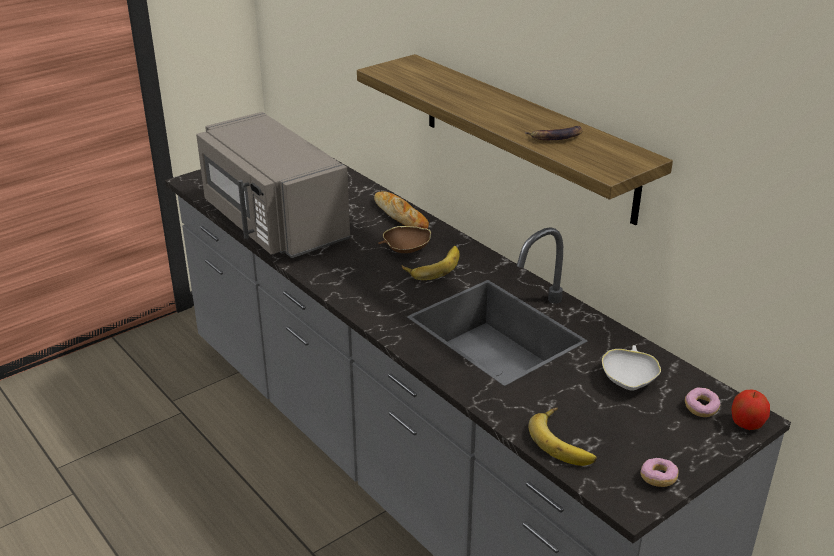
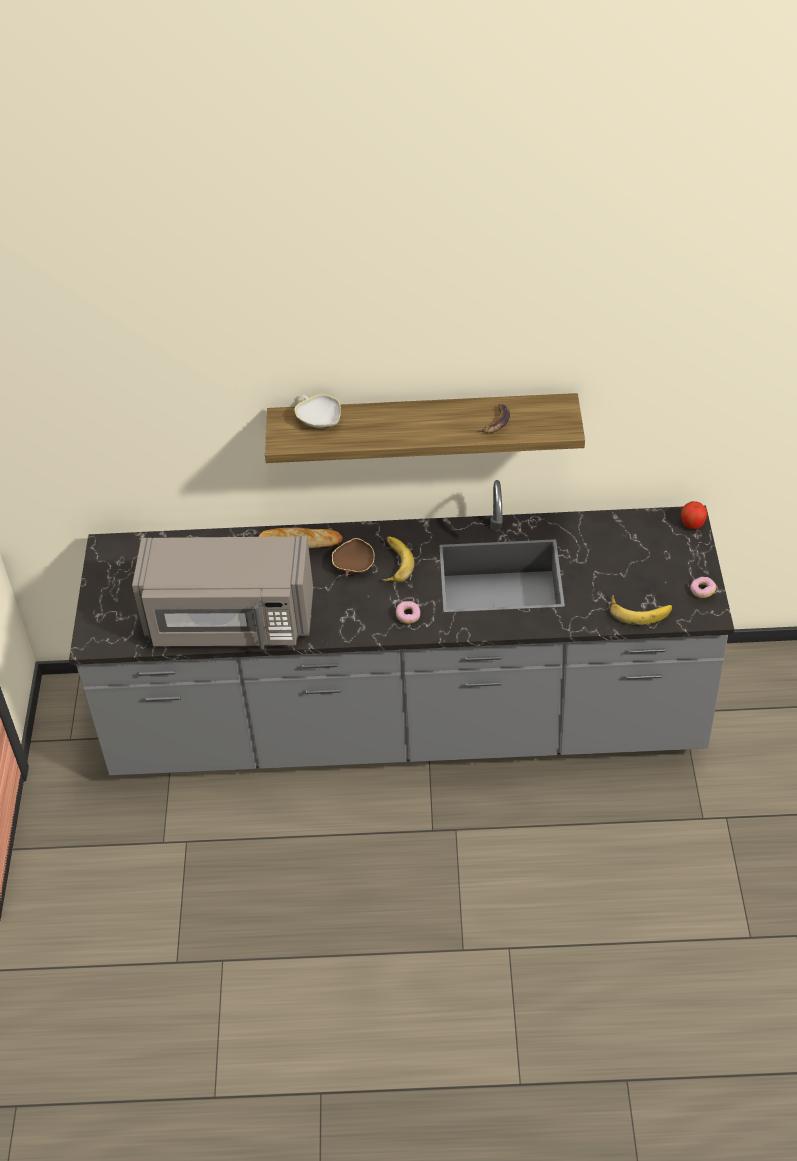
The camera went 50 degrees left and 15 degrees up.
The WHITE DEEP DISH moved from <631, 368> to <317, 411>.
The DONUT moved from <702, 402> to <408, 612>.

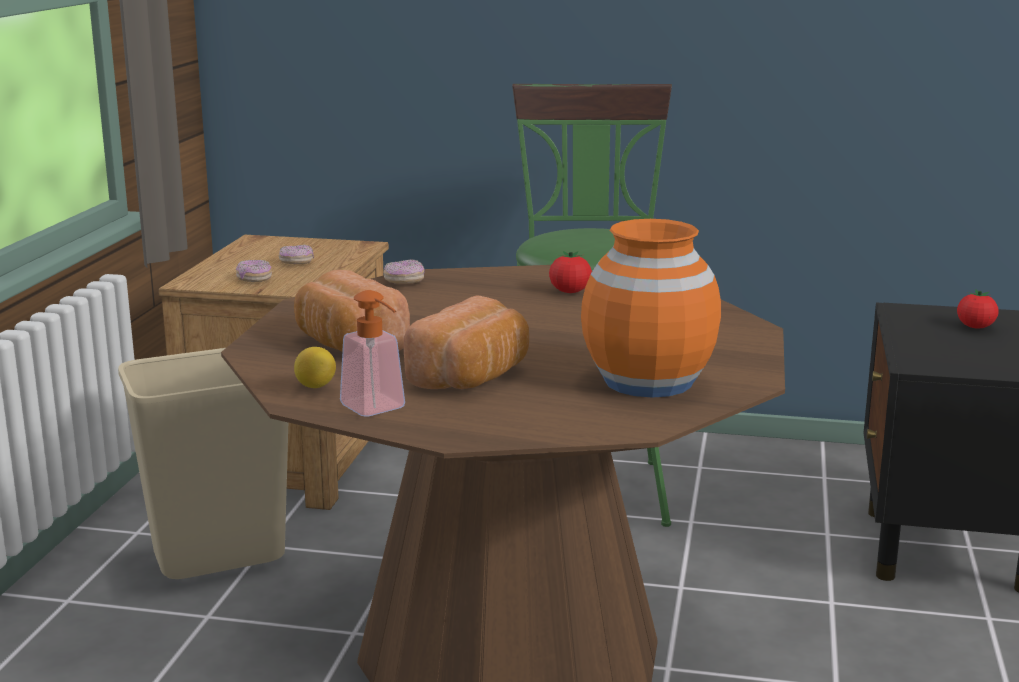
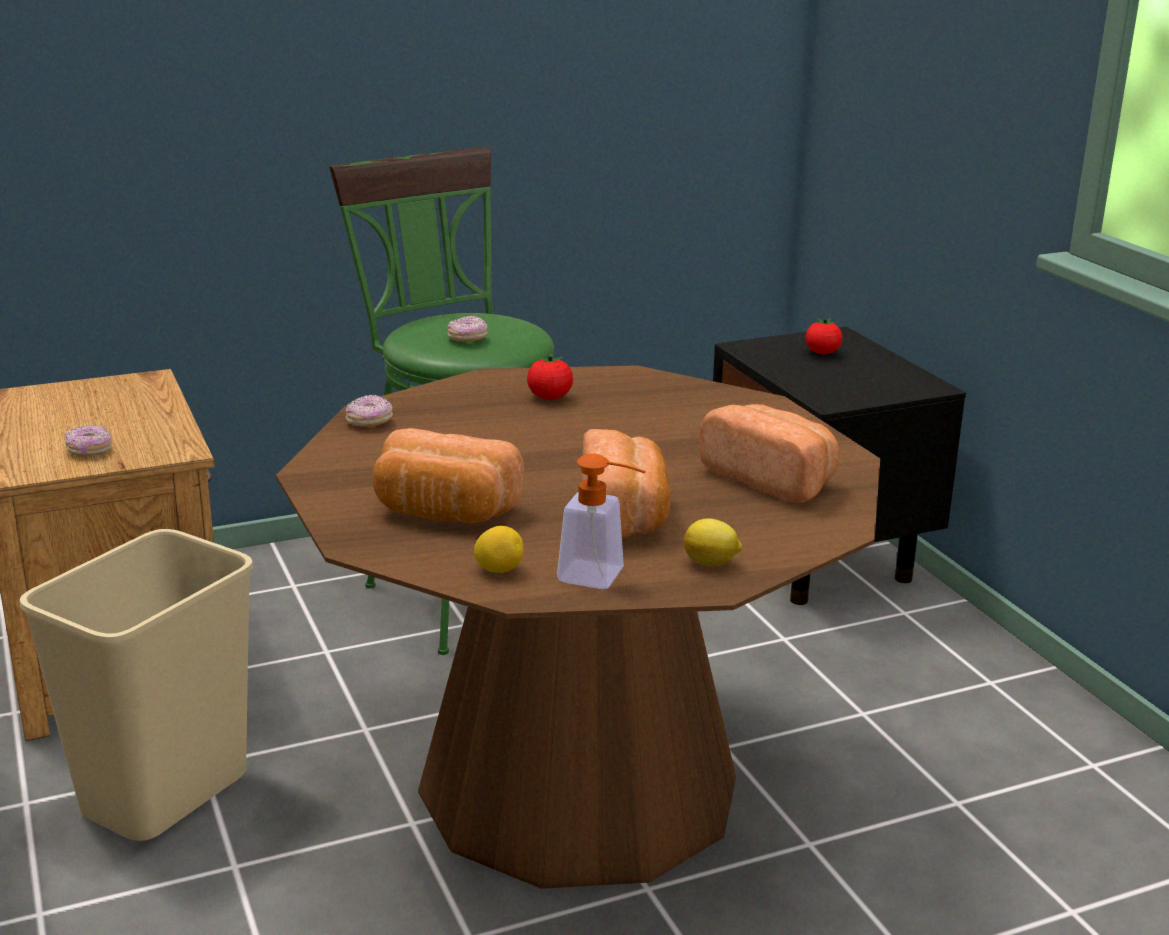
The camera went 35 degrees left and 5 degrees up.
The DONUT moved from <296, 254> to <468, 329>.
The ORANGE-COLOURED FLOWER VASE at <651, 308> was replaced by the BAKED BREAD at <769, 453>.
The LEMON at <713, 542> appeared.

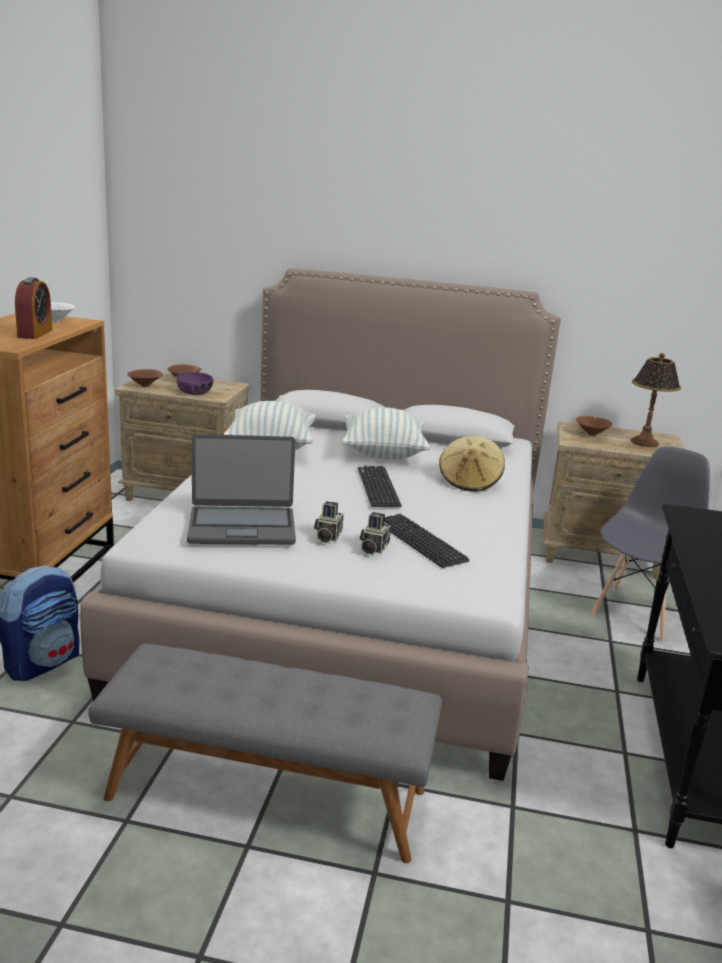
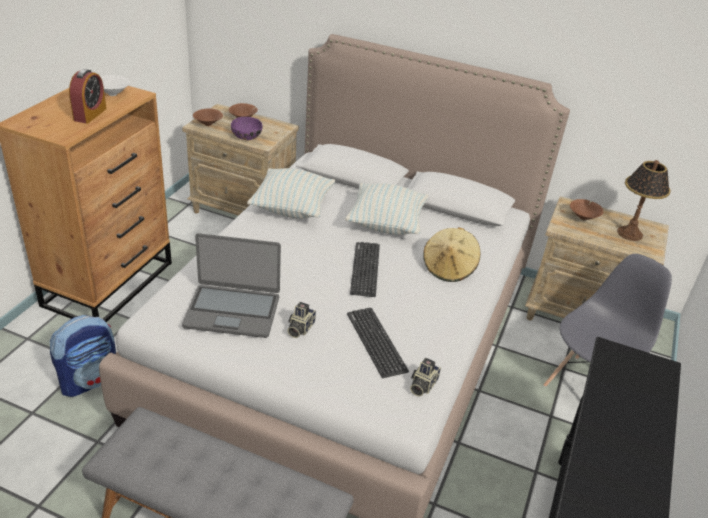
The camera went 10 degrees right and 15 degrees up.
The STILL CAMERA moved from <375, 533> to <425, 377>.

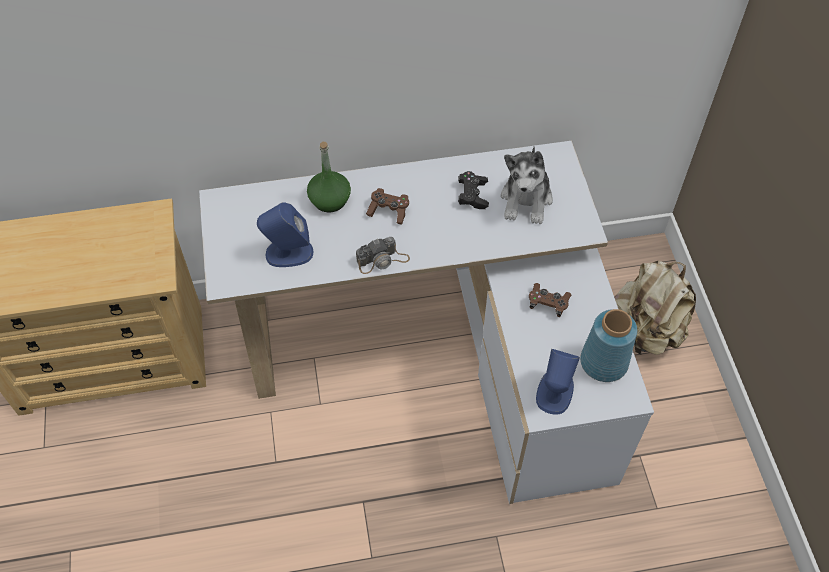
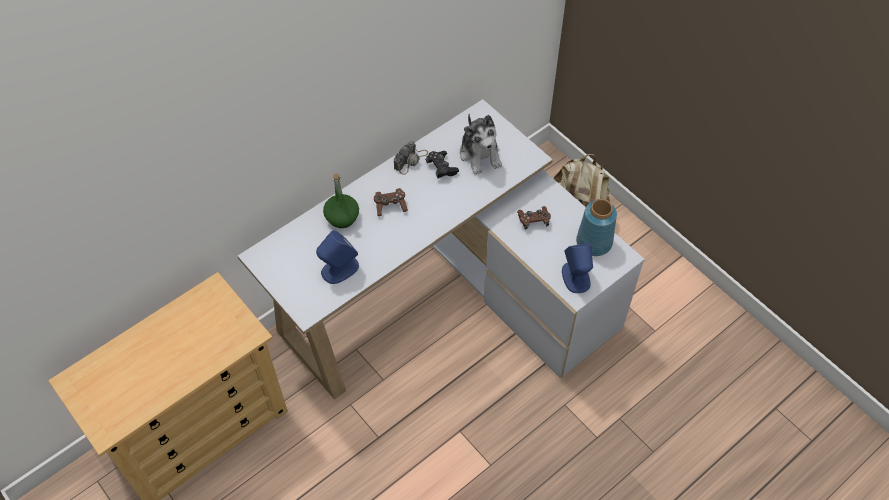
The camera went 30 degrees left and 0 degrees up.
The STILL CAMERA moved from <383, 255> to <411, 158>.

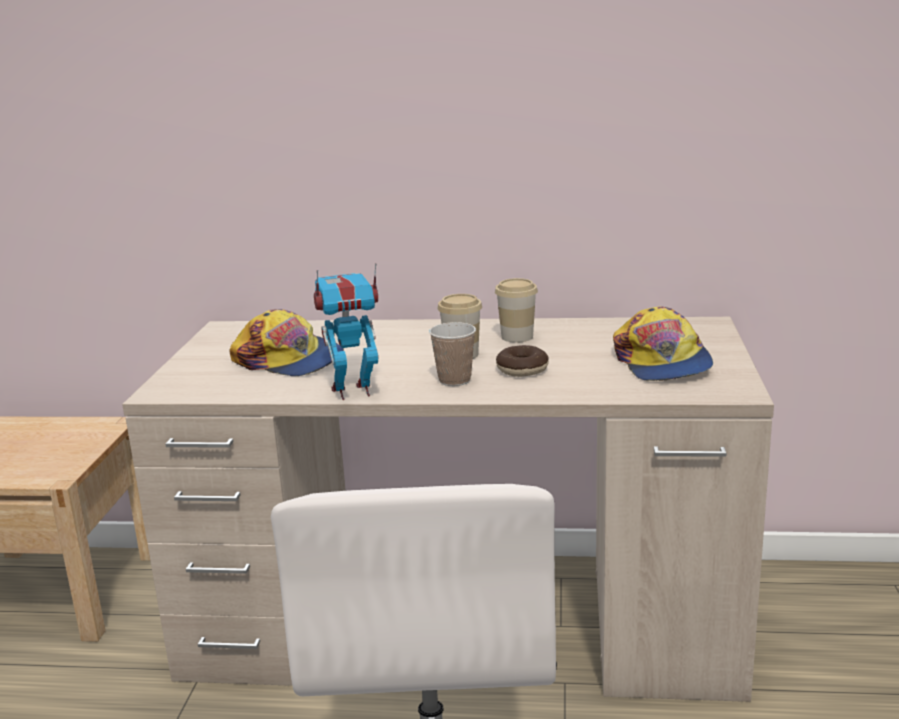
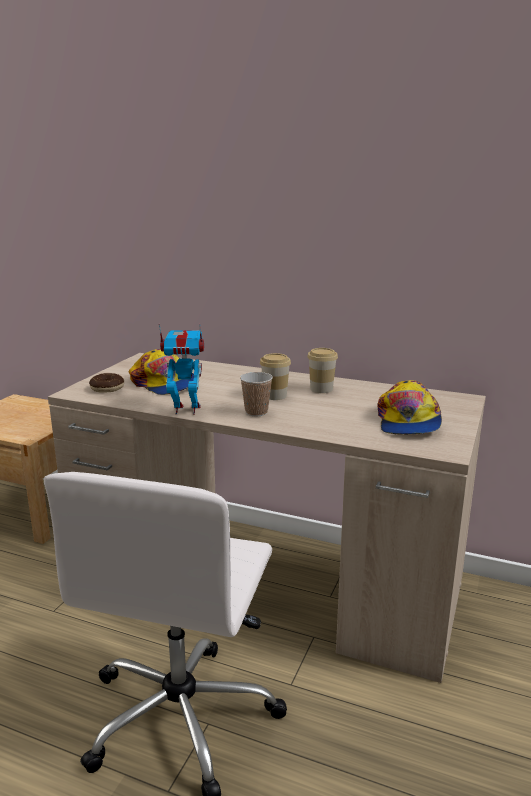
The camera went 15 degrees right and 0 degrees up.
The DONUT moved from <522, 361> to <106, 383>.

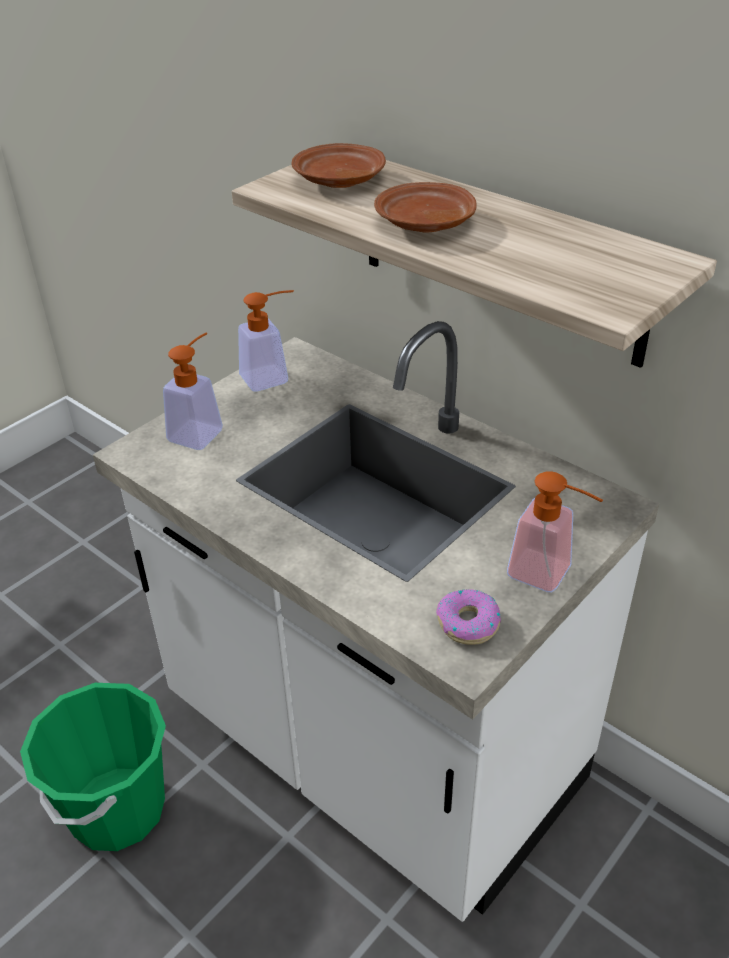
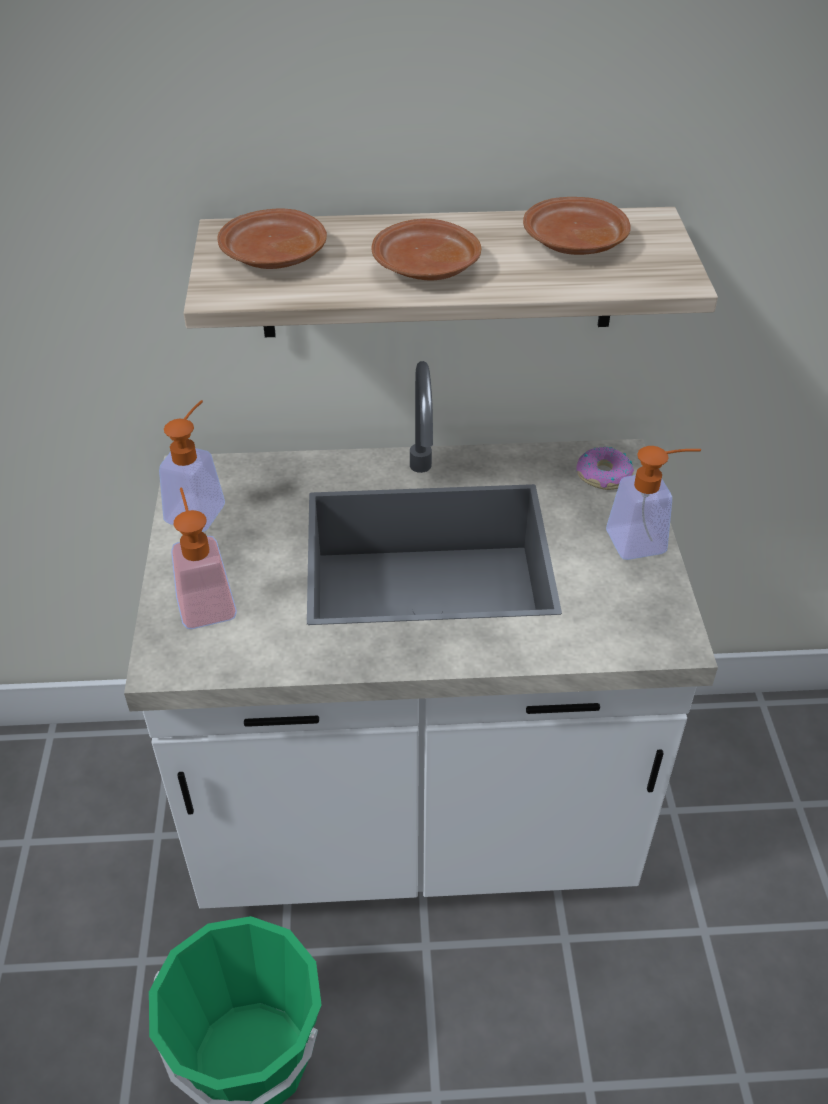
The camera went 45 degrees left and 5 degrees up.
The DONUT moved from <468, 617> to <605, 468>.
The BROWNISH DINNER PLATE at <577, 226> appeared.

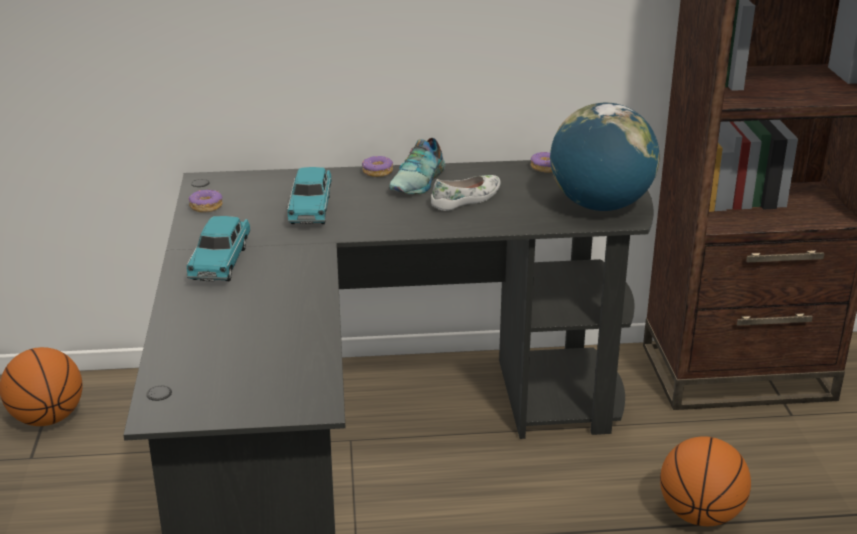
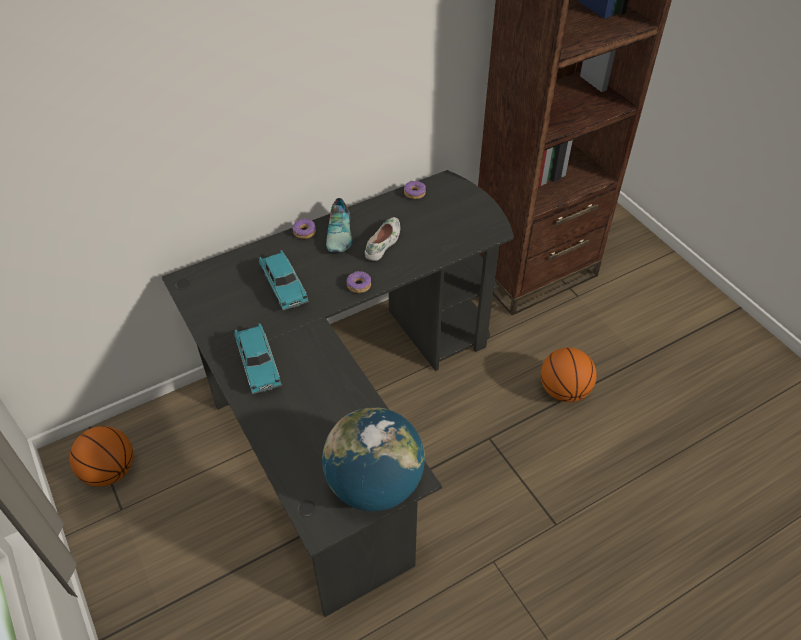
The camera went 25 degrees left and 20 degrees up.
The DONUT moved from <205, 200> to <359, 282>.
The DESK GLOBE moved from <605, 157> to <373, 459>.

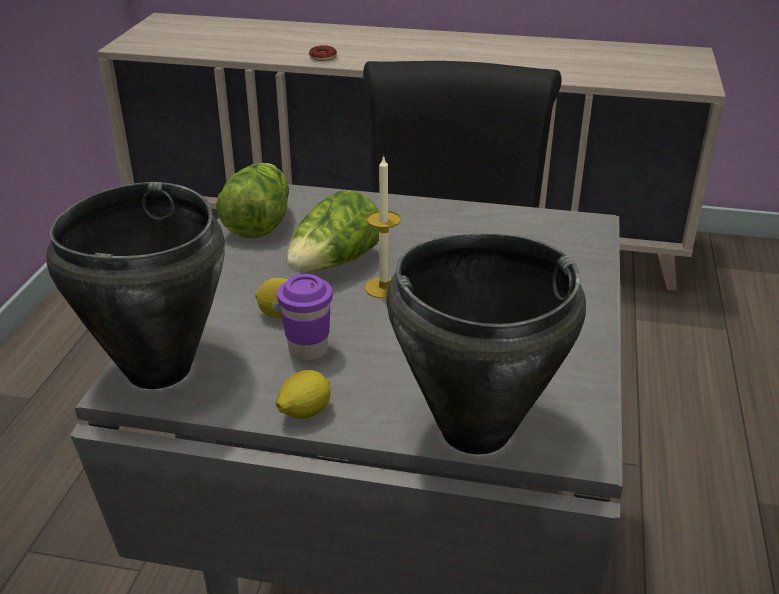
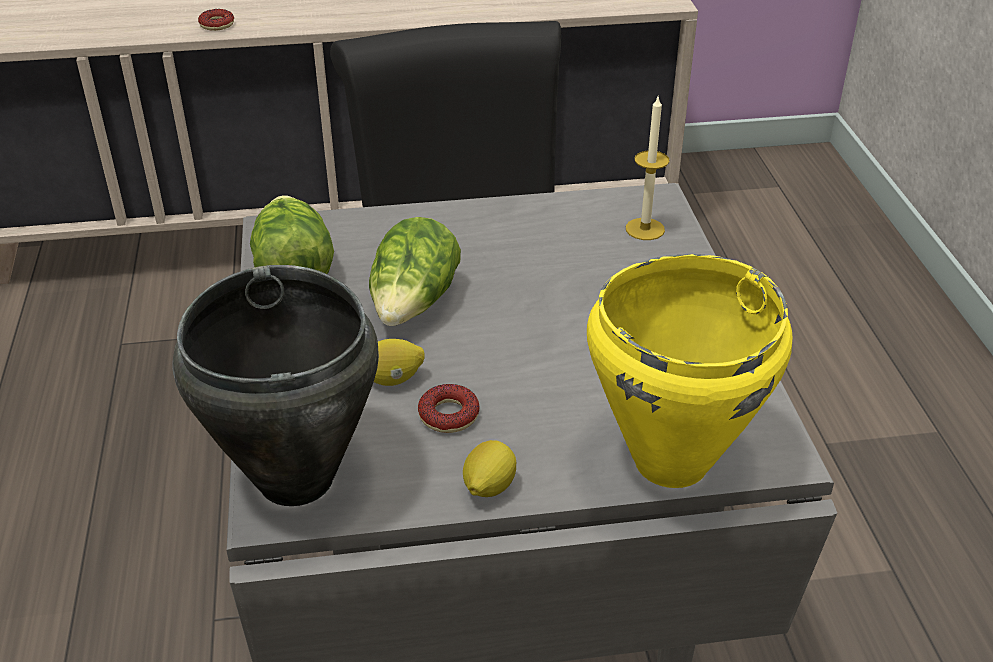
The camera went 20 degrees left and 5 degrees up.
The PURPLE DRINKING CUP at <305, 317> was replaced by the DONUT at <449, 408>.
The CANDLE moved from <383, 227> to <647, 168>.
The BLACK-COLOURED COOKING POT at <486, 344> became the YELLOW-COLOURED COOKING POT at <689, 371>.

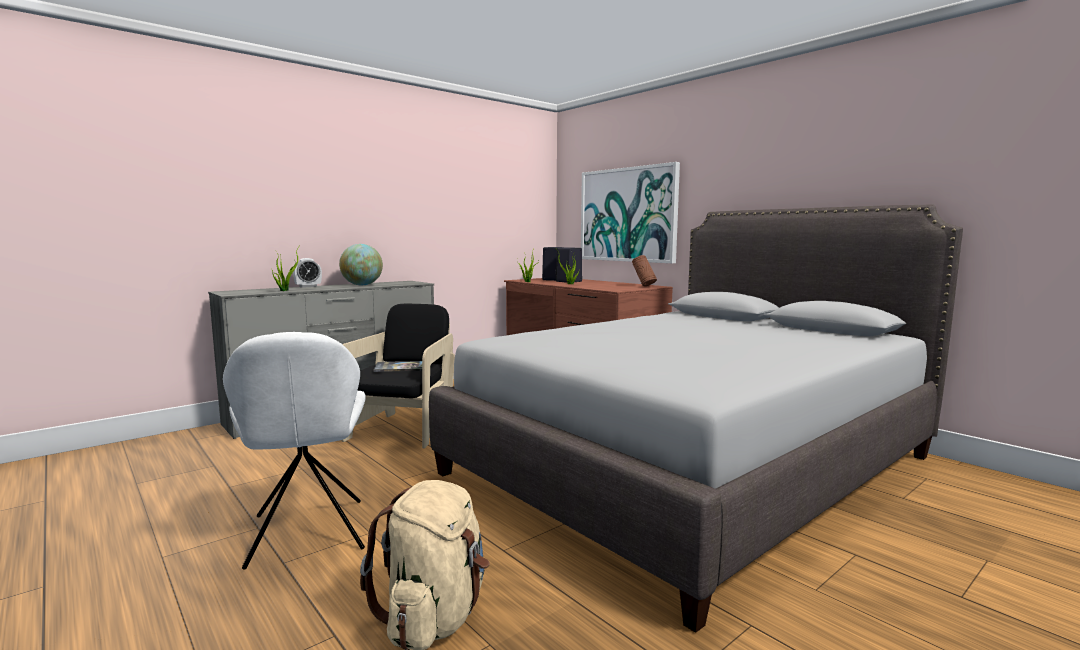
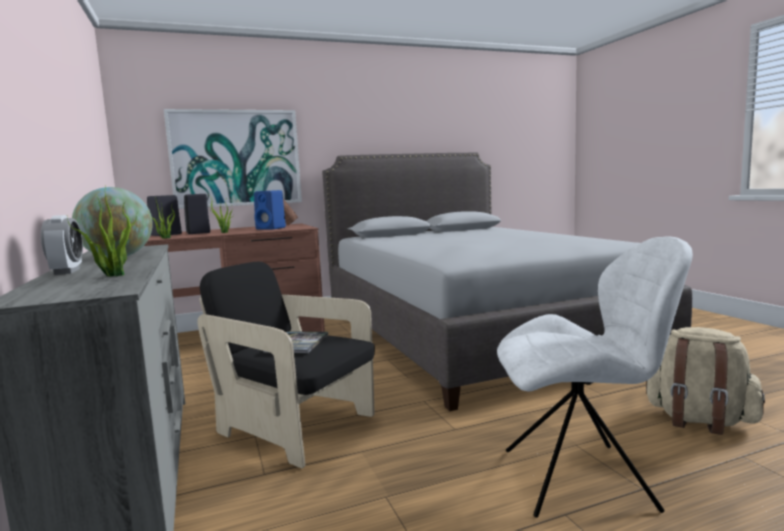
The camera went 70 degrees left and 0 degrees up.
The BLUE-COLOURED LOUDSPEAKER at <270, 210> appeared.

